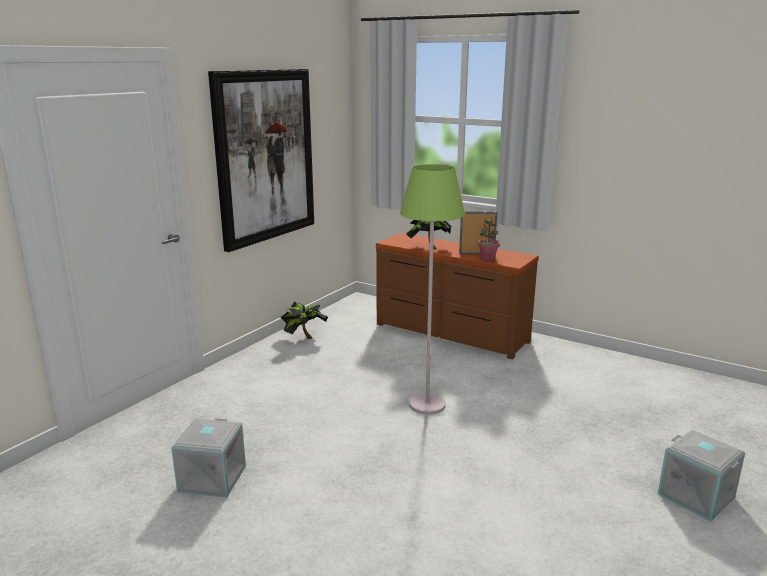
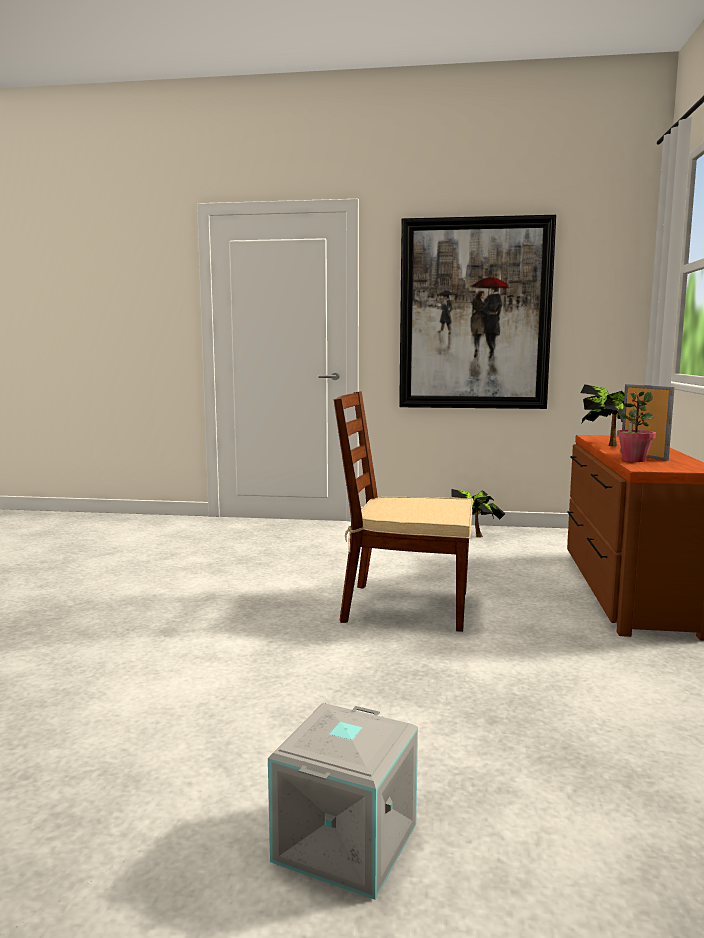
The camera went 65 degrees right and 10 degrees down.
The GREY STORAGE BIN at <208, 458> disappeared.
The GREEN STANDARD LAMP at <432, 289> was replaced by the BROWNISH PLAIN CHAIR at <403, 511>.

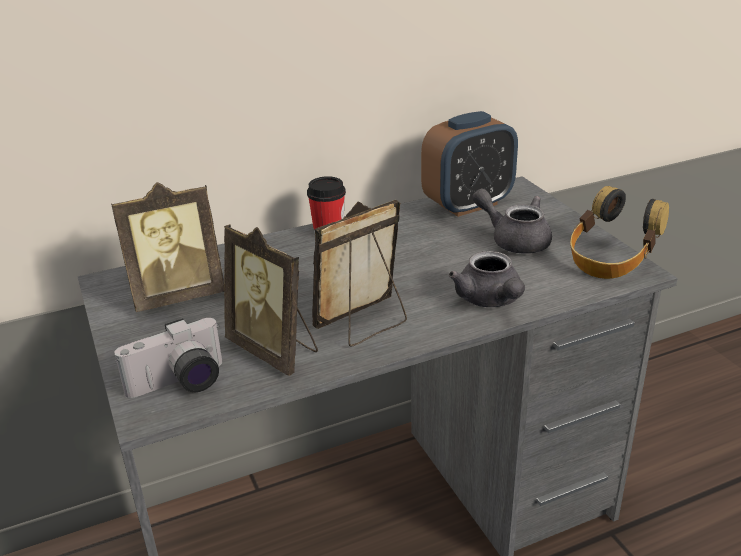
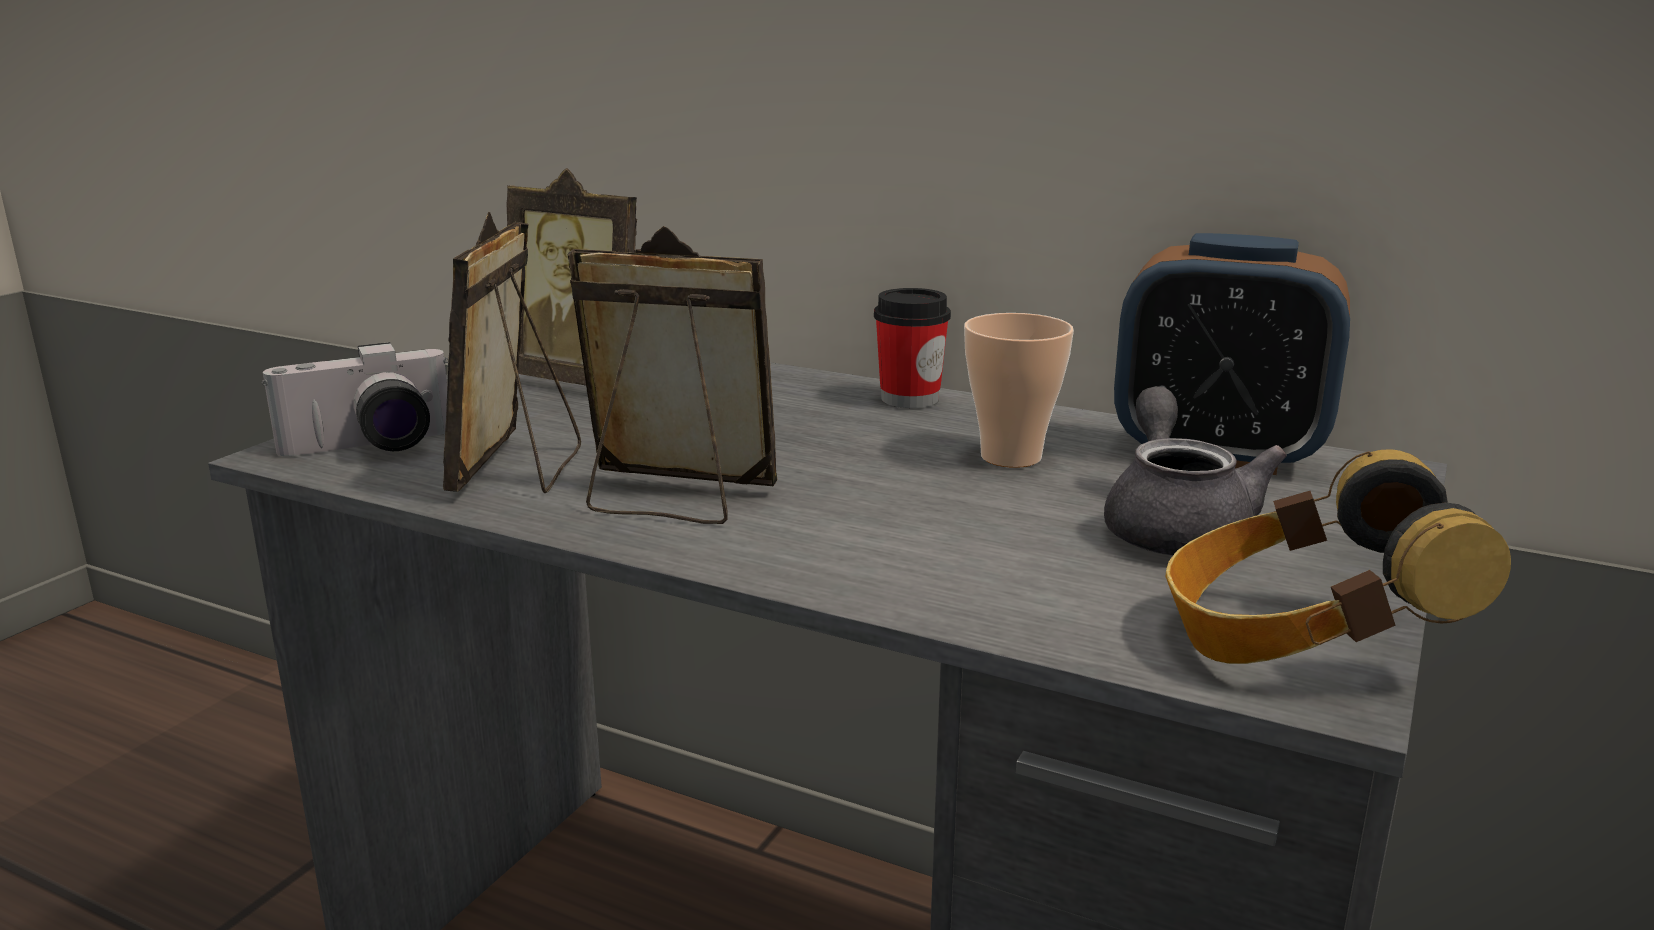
The camera went 50 degrees right and 10 degrees down.
The STILL CAMERA at <168, 358> turned 45 degrees counterclockwise.
The GREY POT FOR TEA at <487, 279> disappeared.
The DRINKING CUP at <1019, 390> appeared.

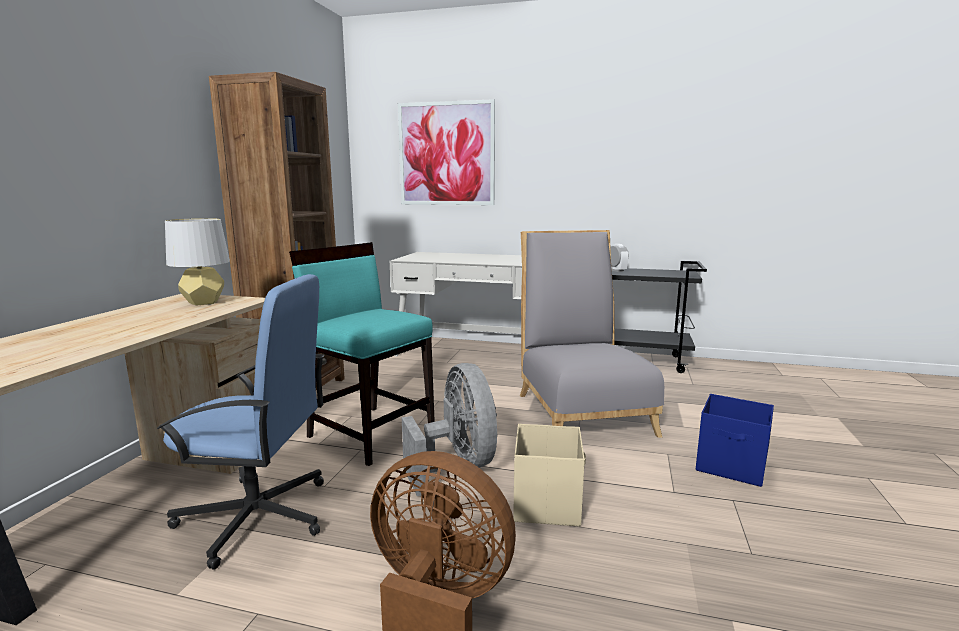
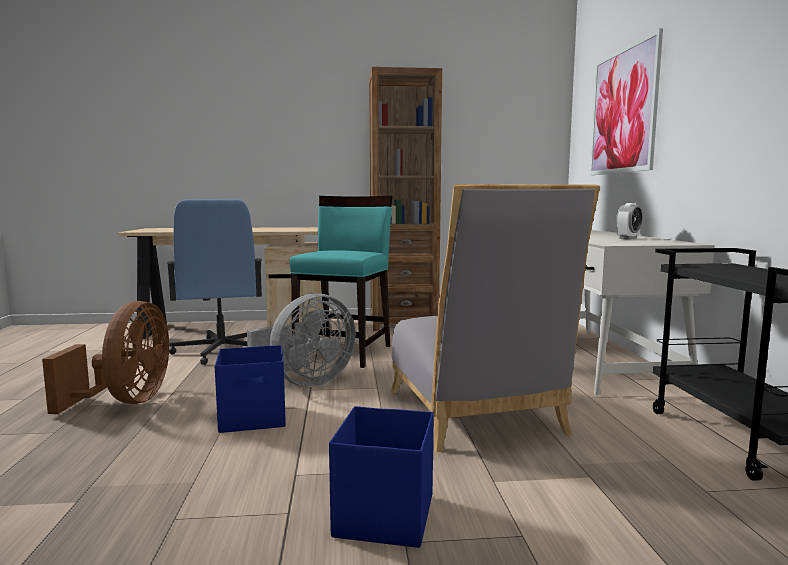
The camera went 70 degrees right and 5 degrees down.
The GREY TABLE LAMP at <197, 262> disappeared.
The BEIGE STORAGE BIN at <549, 475> became the BLUE-COLOURED STORAGE BIN at <250, 389>.
The GREY PLAIN CHAIR at <592, 334> turned 105 degrees clockwise.
The BEDSIDE CLOCK moved from <619, 258> to <629, 221>.

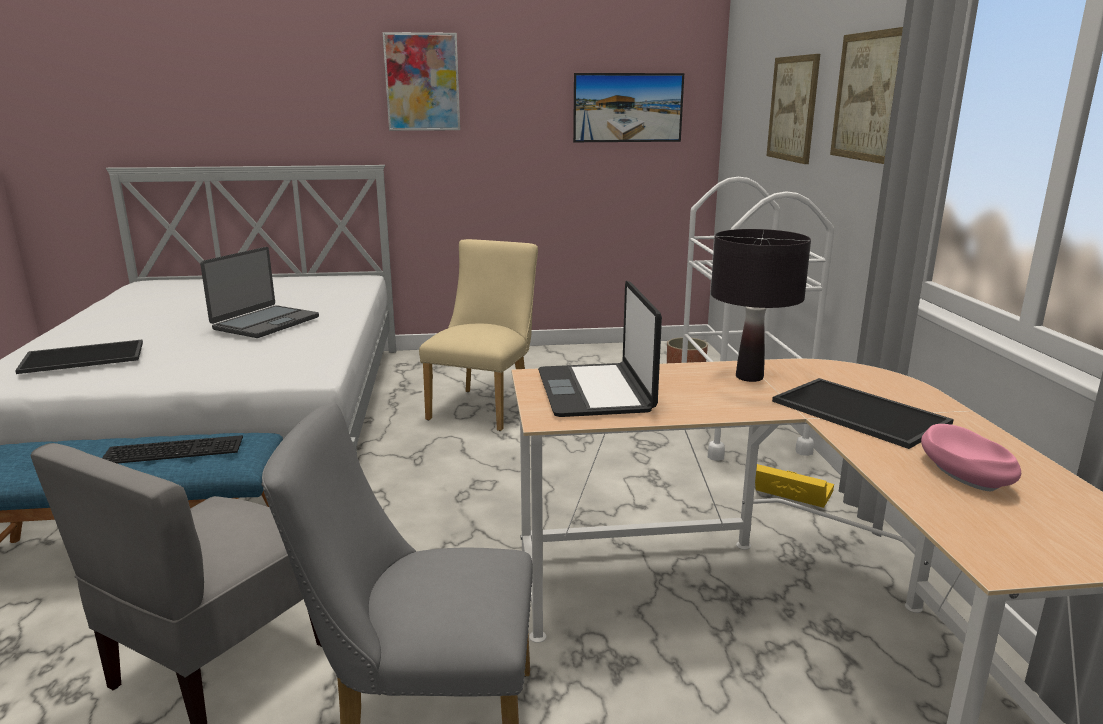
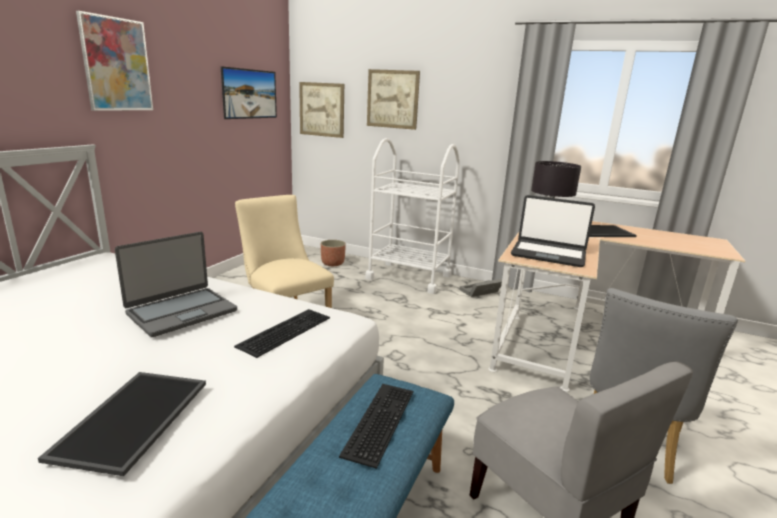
The camera went 60 degrees left and 0 degrees up.
The NOTEBOOK COMPUTER at <259, 292> turned 75 degrees clockwise.
The YELLOW-COLOURED STORAGE BIN at <794, 486> became the GREY STORAGE BIN at <480, 288>.
The WALL ART moved from <866, 95> to <321, 110>.
The PINK-COLOURED DEEP DISH at <971, 457> disappeared.
The PC KEYBOARD at <282, 333> appeared.

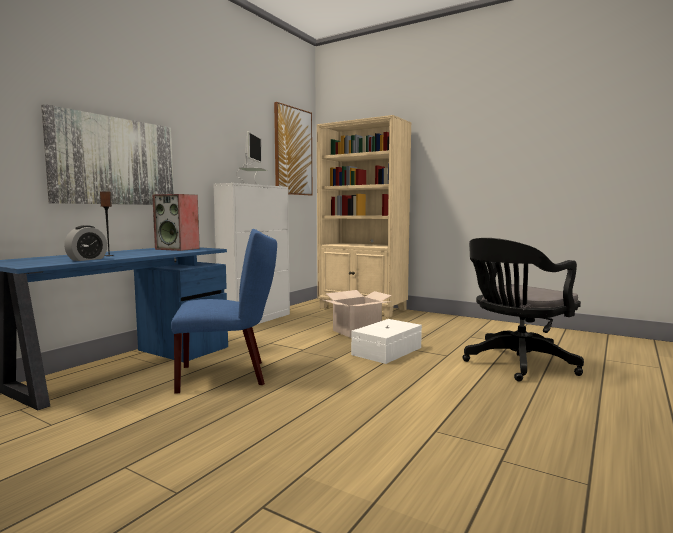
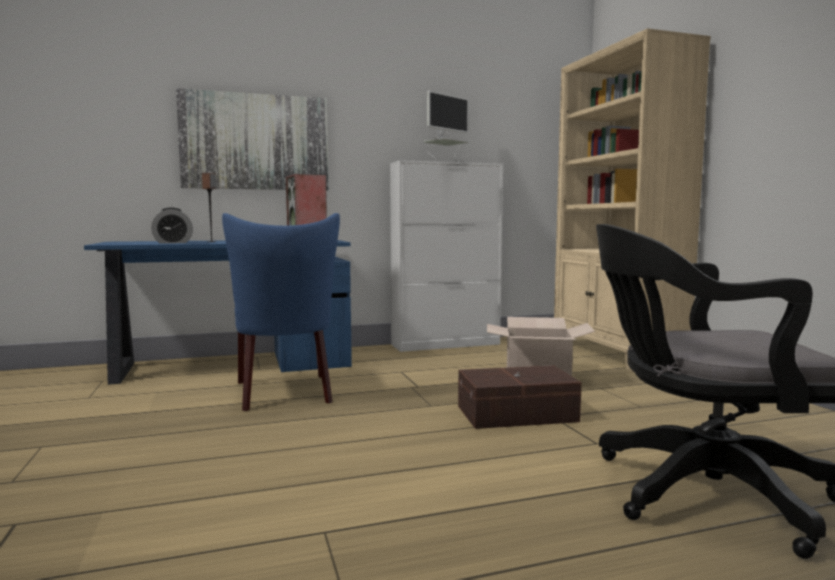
The camera went 40 degrees right and 0 degrees up.
The BLUE-COLOURED PLAIN CHAIR at <224, 311> turned 45 degrees clockwise.
The WALL ART at <293, 148> disappeared.
The WHITE STORAGE BIN at <386, 341> became the BROWNISH STORAGE BIN at <520, 397>.

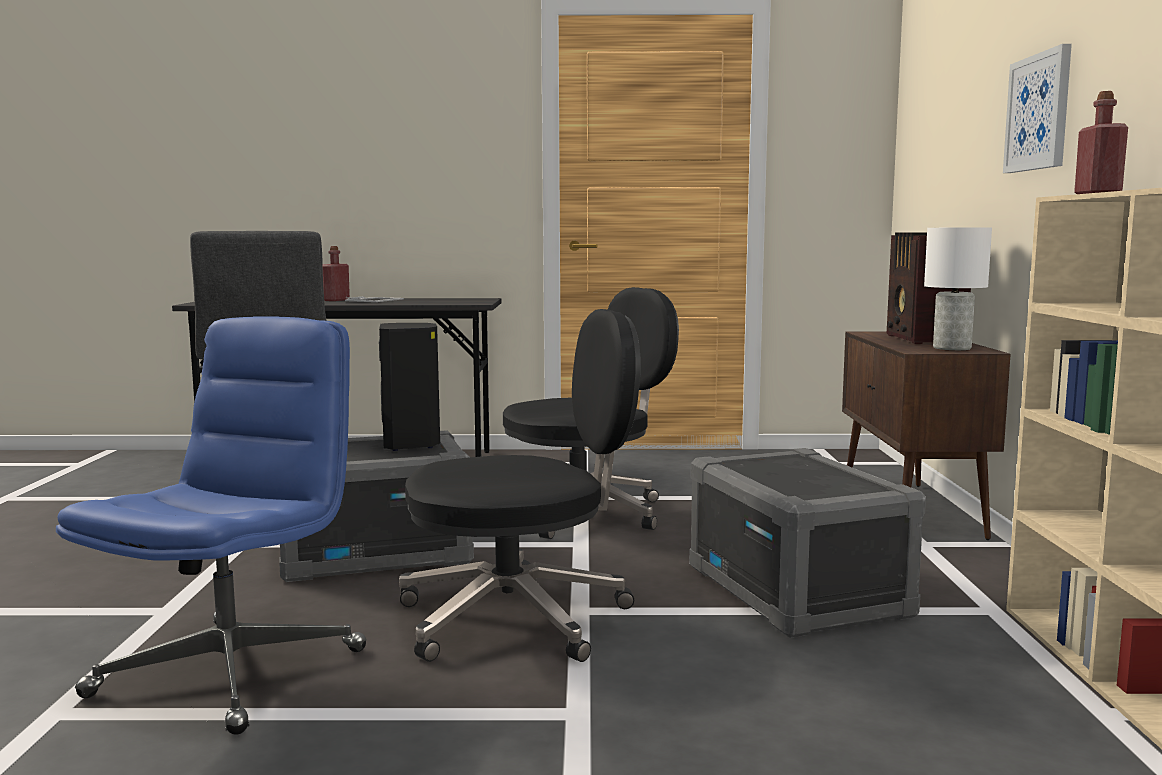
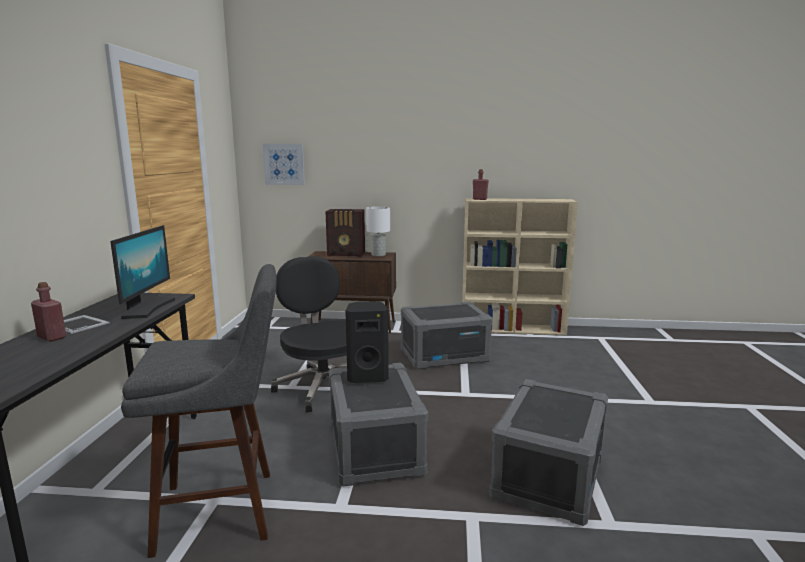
The camera went 85 degrees left and 5 degrees up.
The BLUE-COLOURED COMPUTER CHAIR at <211, 525> was replaced by the GREY STORAGE BIN at <548, 452>.
The BLACK-COLOURED COMPUTER CHAIR at <520, 485> disappeared.
The WALL ART moved from <1037, 108> to <284, 164>.
The COMPUTER SCREEN at <143, 272> appeared.

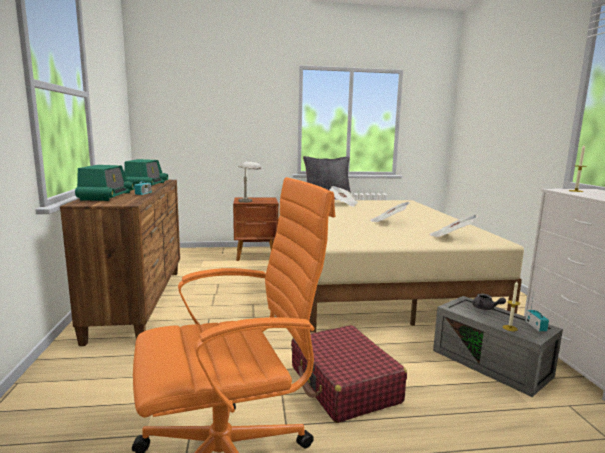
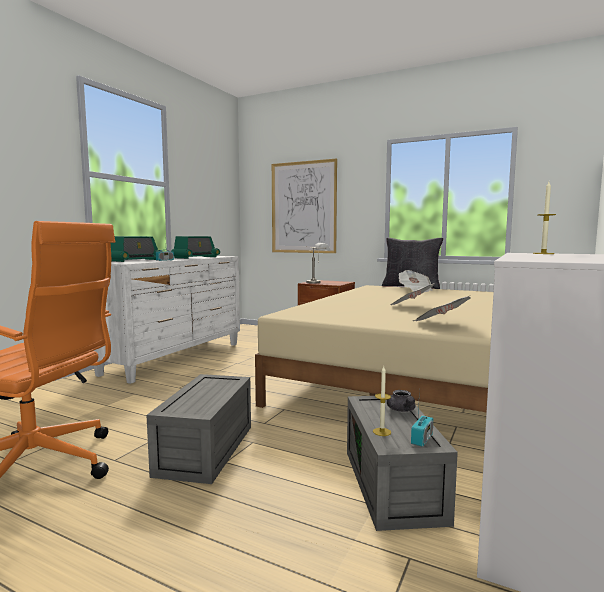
The camera went 35 degrees right and 5 degrees down.
The BROWNISH DRESSER at <120, 263> became the WHITE DRESSER at <167, 320>.
The RED-COLOURED PIECE OF LUGGAGE at <349, 374> was replaced by the GREY STORAGE BIN at <198, 429>.
The WALL ART at <304, 206> appeared.

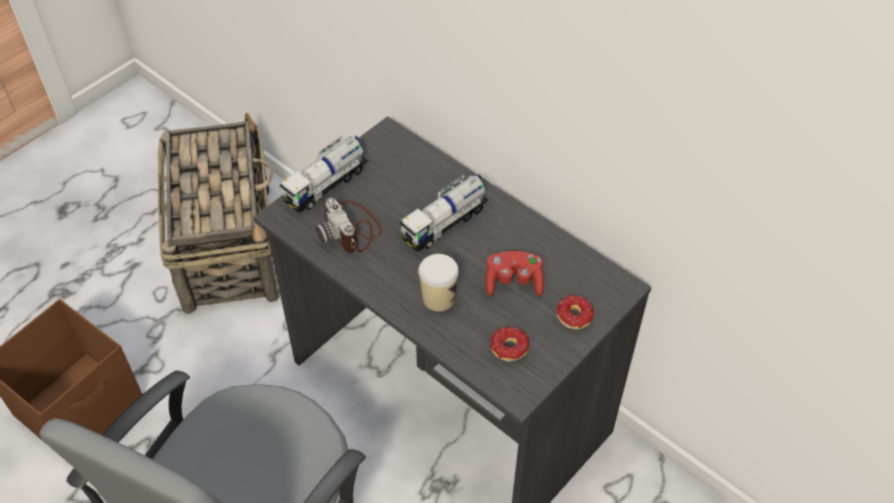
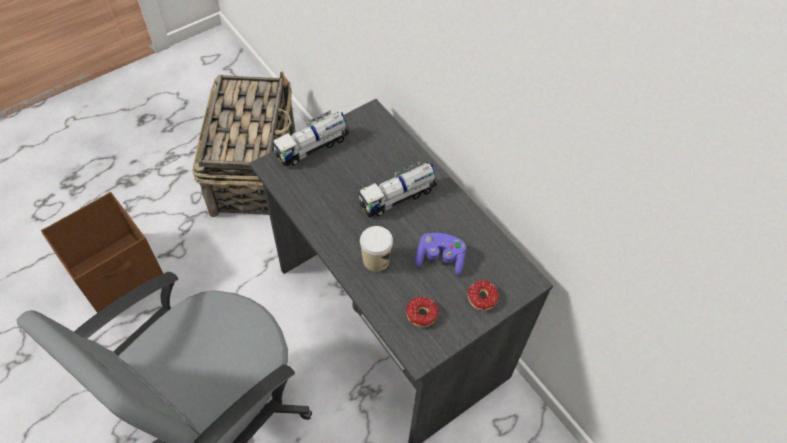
The camera went 10 degrees right and 5 degrees up.
The STILL CAMERA at <349, 225> disappeared.
The RED-COLOURED JOYPAD at <515, 274> became the PURPLE JOYPAD at <440, 254>.

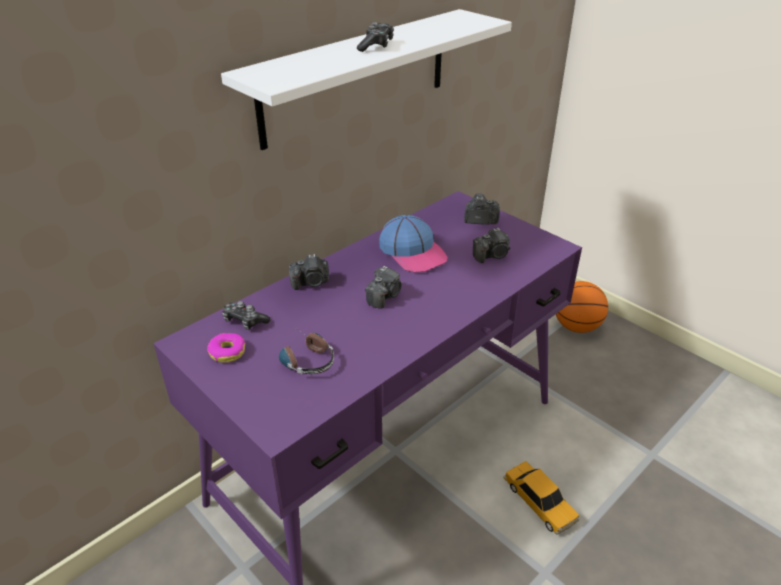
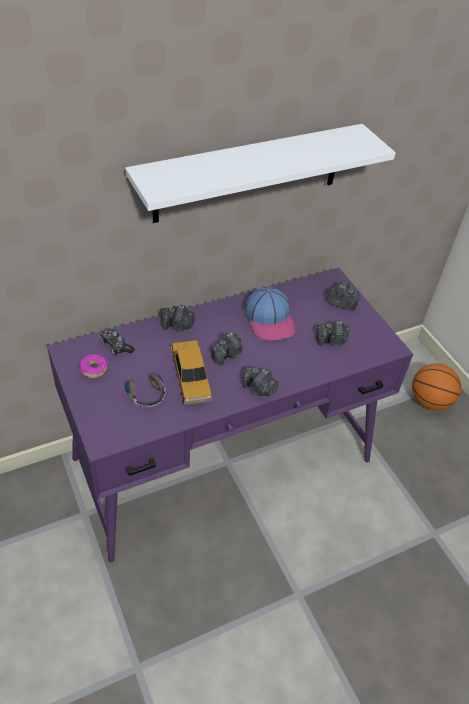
The camera went 15 degrees right and 10 degrees up.
The JOYPAD at <375, 37> disappeared.
The TOY CAR moved from <541, 498> to <191, 372>.
The STILL CAMERA at <260, 381> appeared.

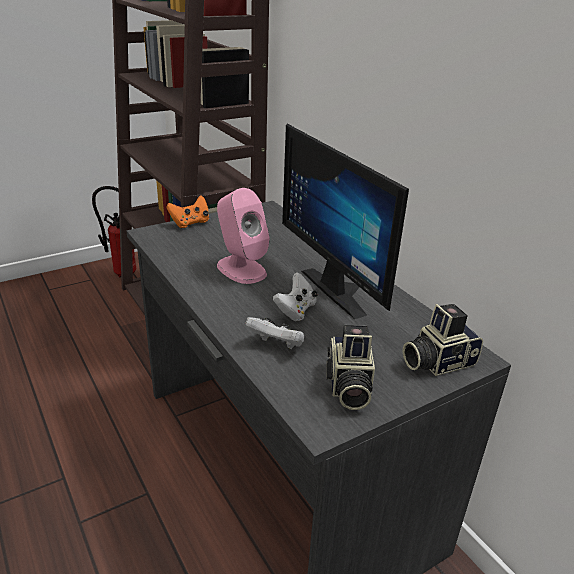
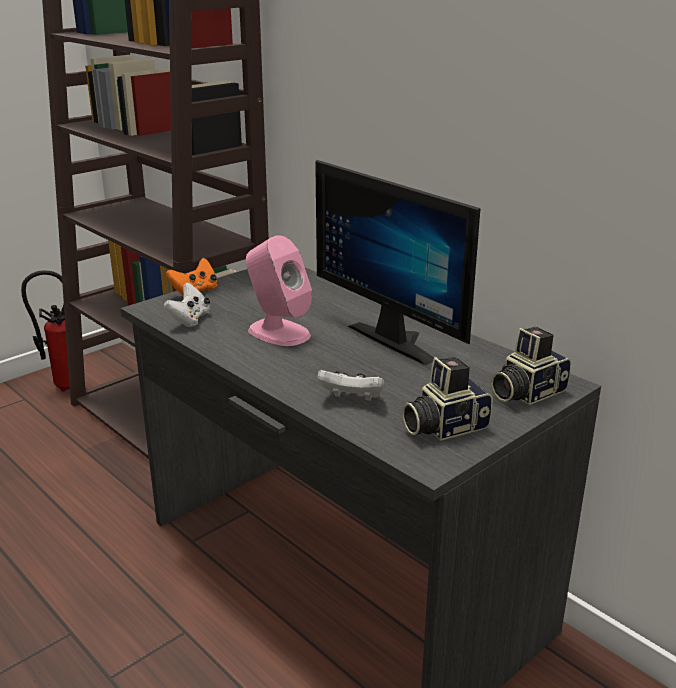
The camera went 10 degrees left and 5 degrees down.
The WHITE JOYPAD moved from <295, 297> to <186, 304>.
The STILL CAMERA at <350, 367> turned 75 degrees clockwise.

